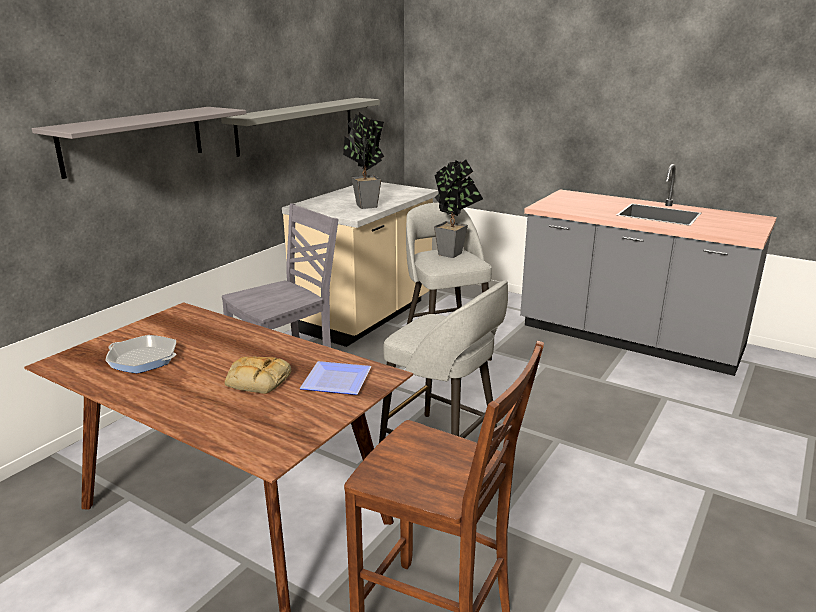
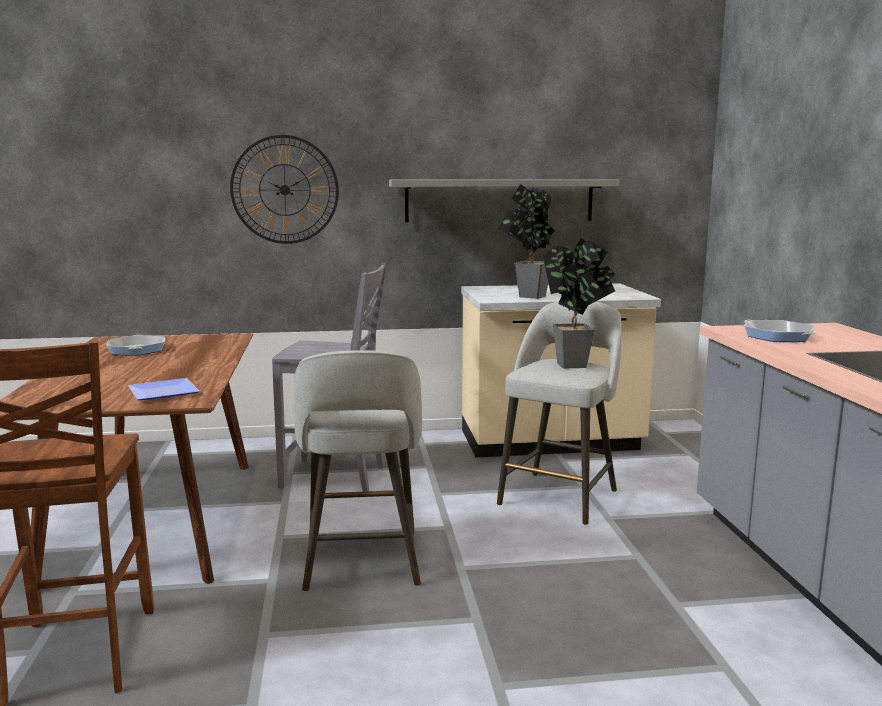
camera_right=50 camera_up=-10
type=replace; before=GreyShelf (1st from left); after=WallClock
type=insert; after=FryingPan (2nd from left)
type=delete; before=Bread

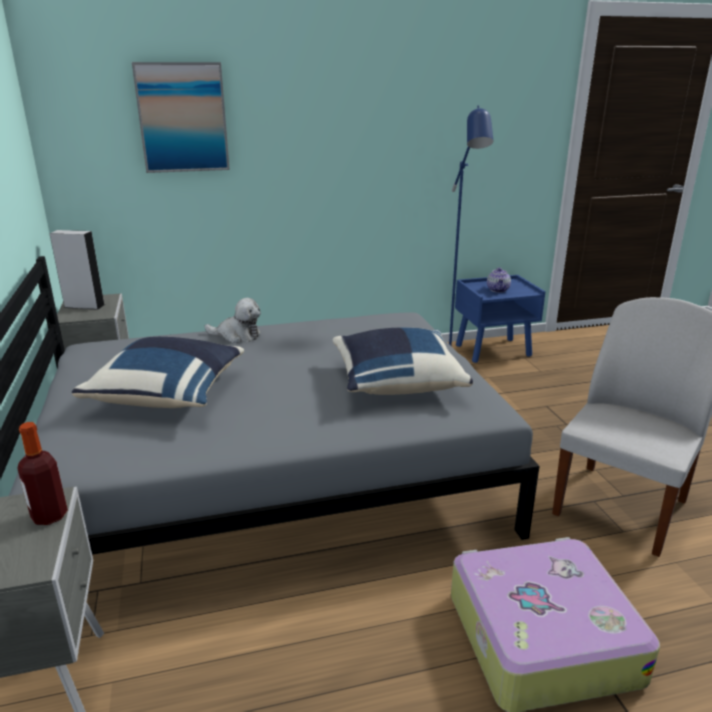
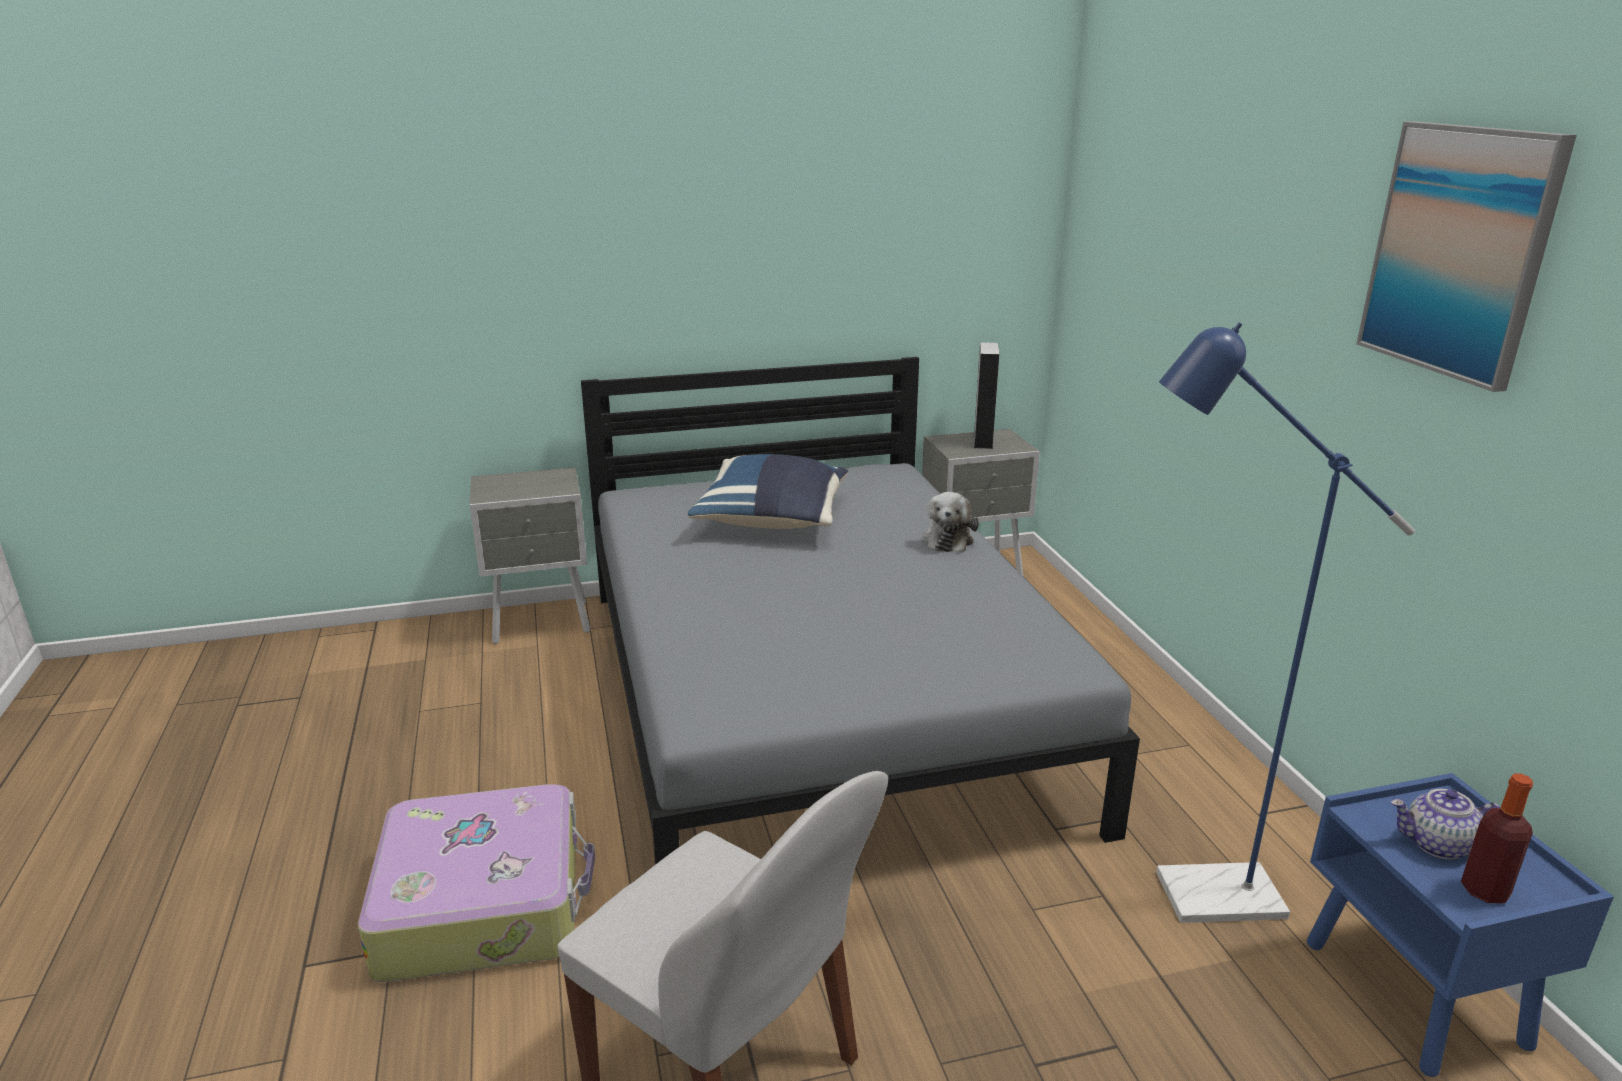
camera_right=90 camera_up=0
type=move; before=Picture
type=move; before=Bottle
type=delete; before=BluePillow (2nd from left)

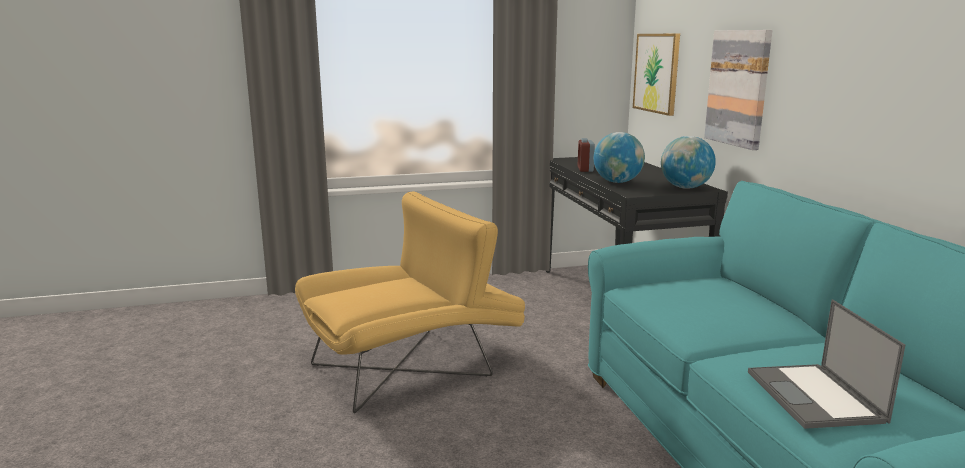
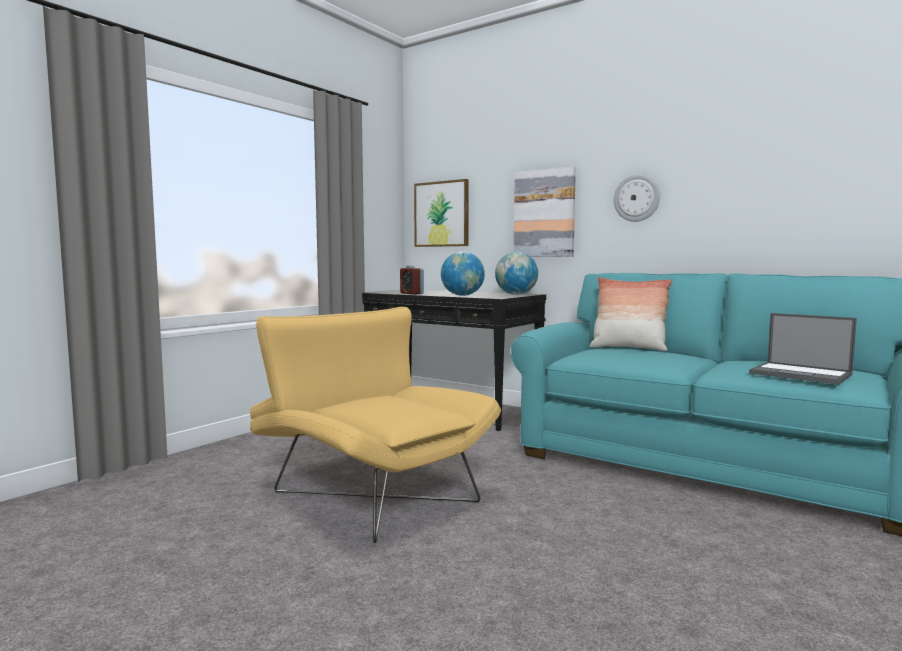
camera_right=-40 camera_up=-10
type=rotate; before=YellowArmchair; turn=-60
type=insert; after=Pillow
type=insert; after=WallClock

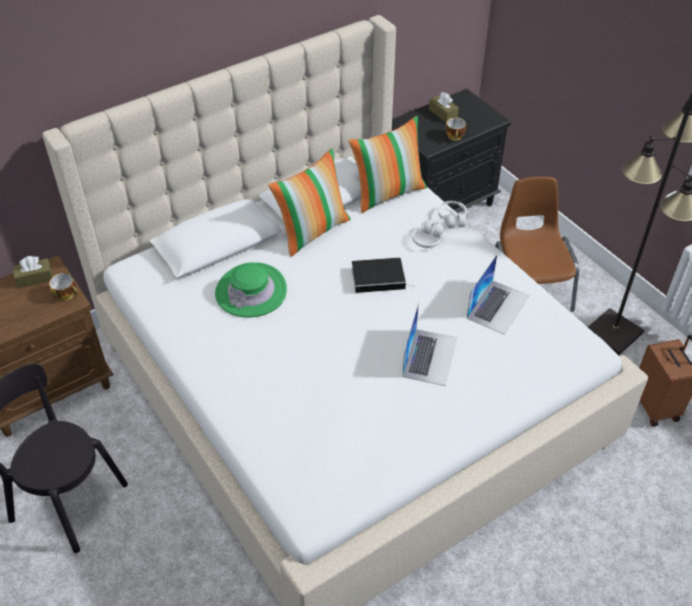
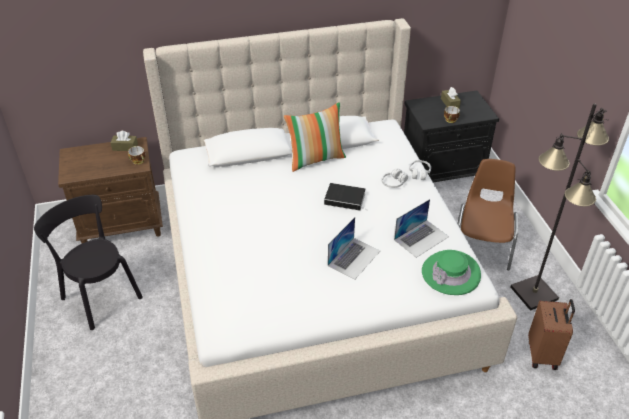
camera_right=20 camera_up=-5
type=move; before=GreenHat
type=delete; before=Pillow (2nd from left)

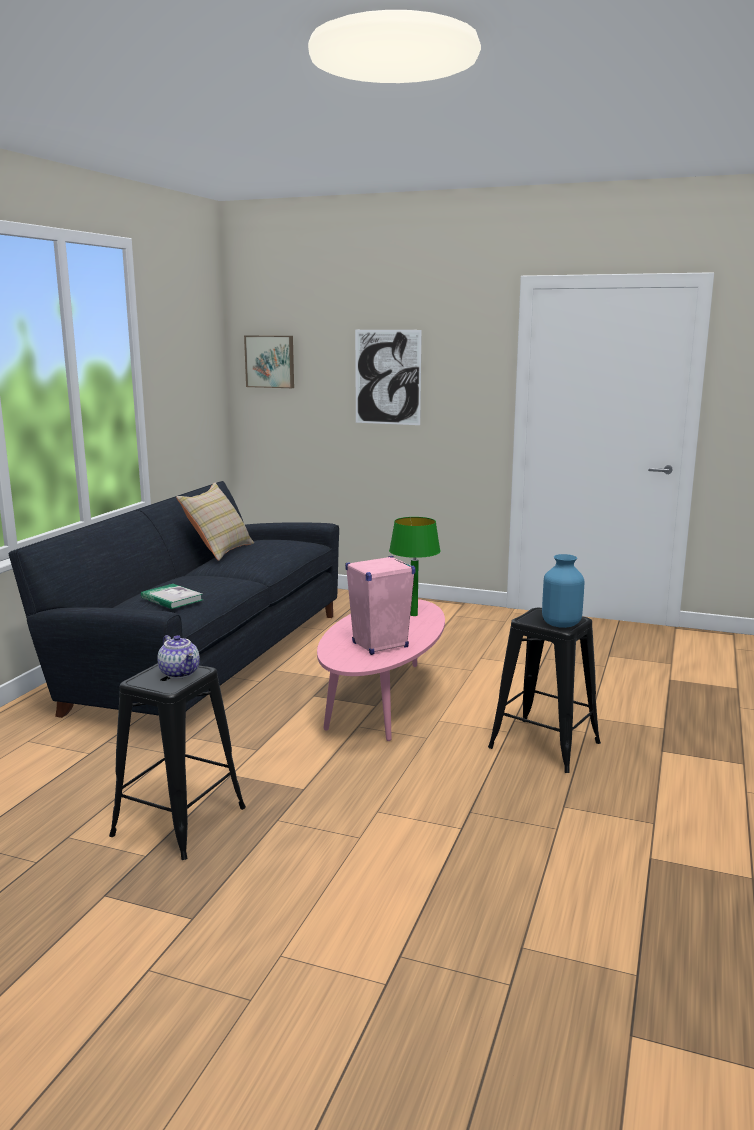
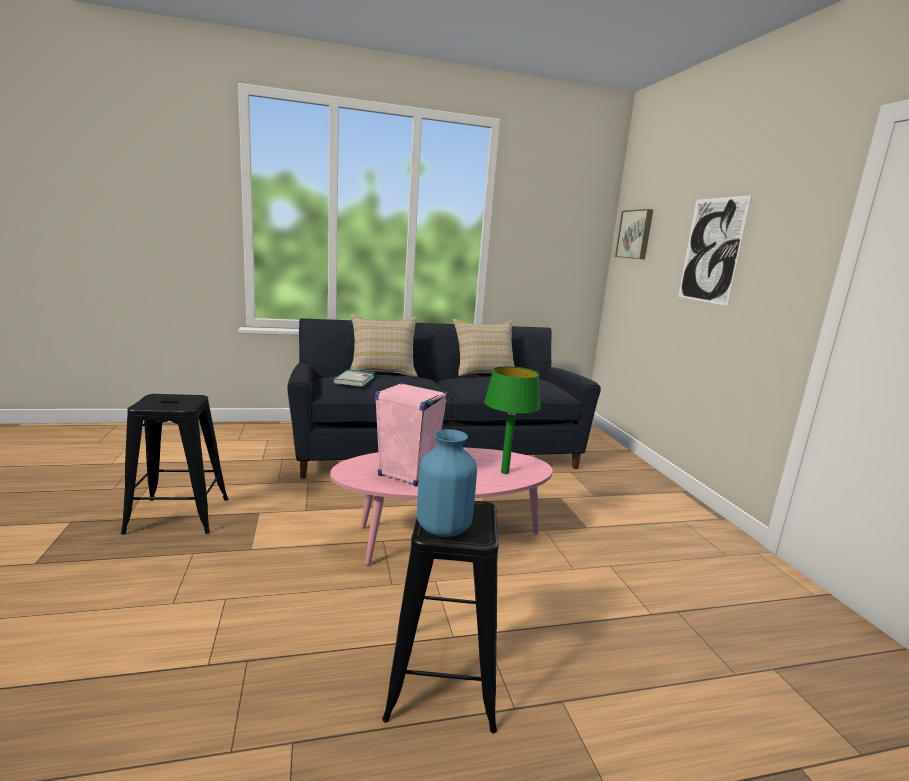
camera_right=55 camera_up=0
type=insert; after=BeigePillow (1st from left)
type=delete; before=Teapot

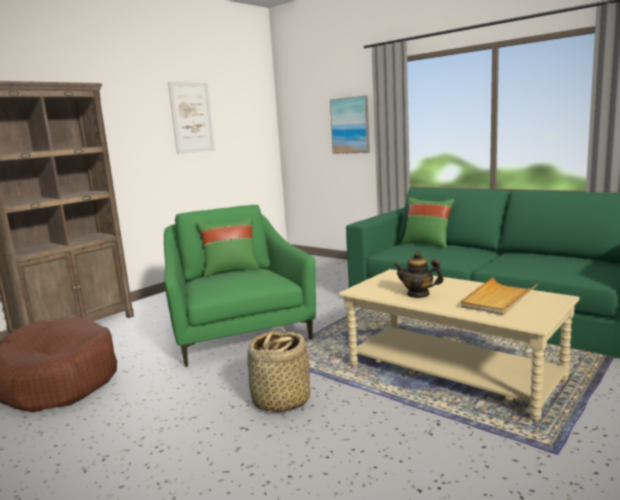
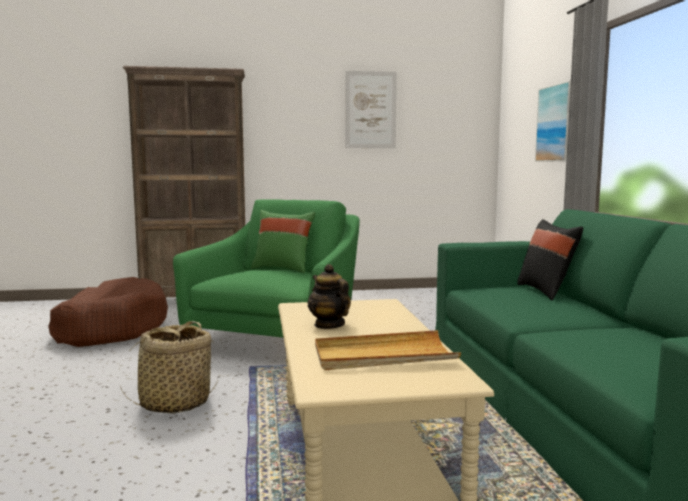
camera_right=40 camera_up=-5
type=recolor; before=GreenPillow (2nd from left); after=BlackPillow

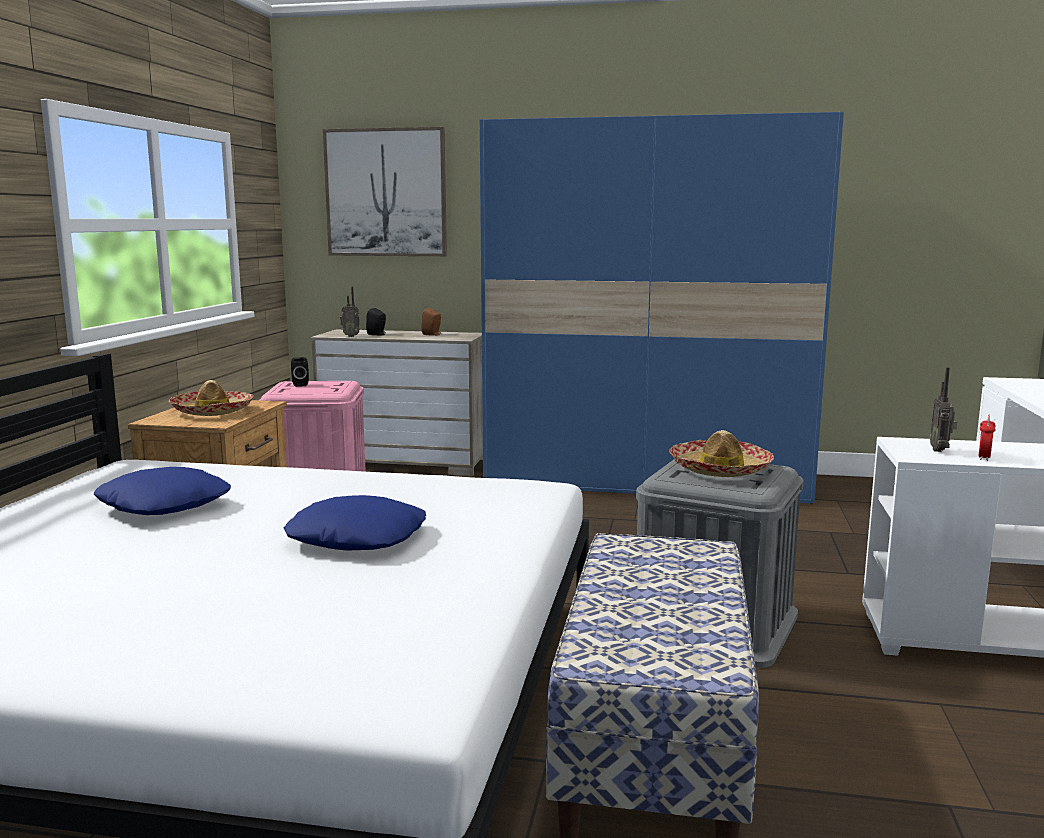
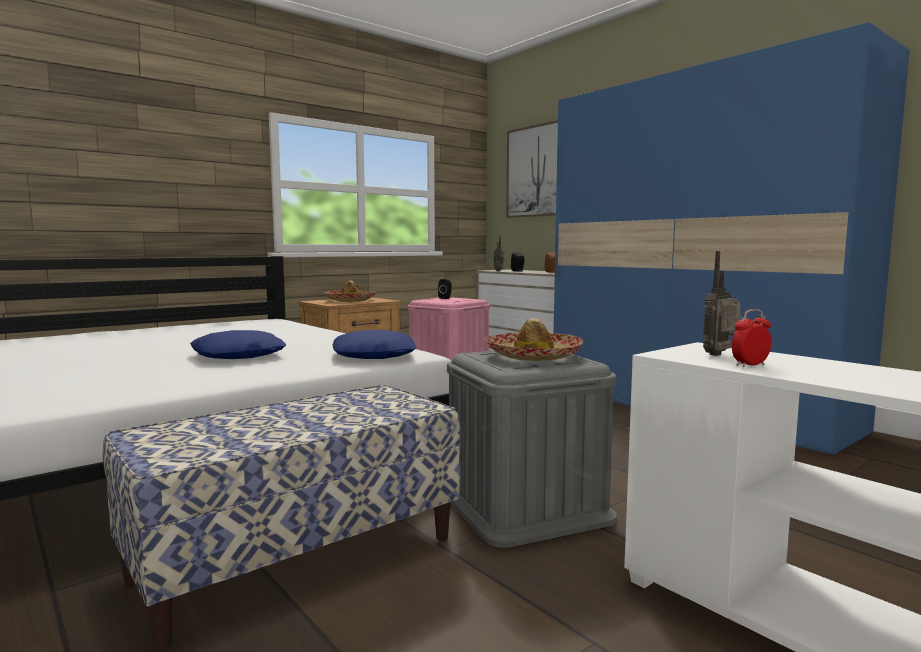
camera_right=40 camera_up=-5
type=move; before=BluePillow (1st from left in the first image); after=BluePillow (2nd from left)

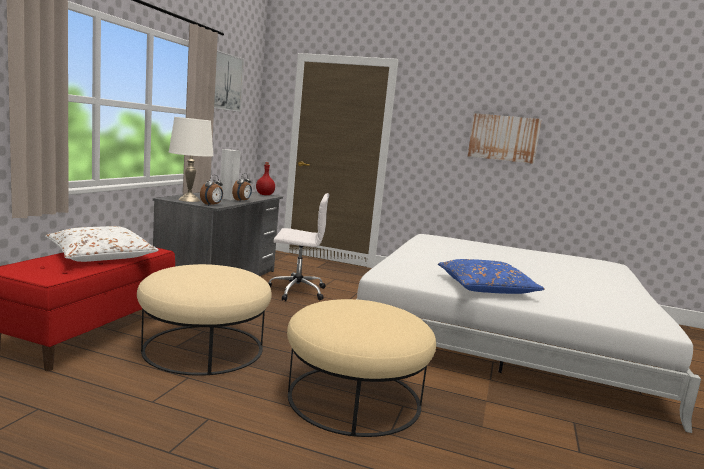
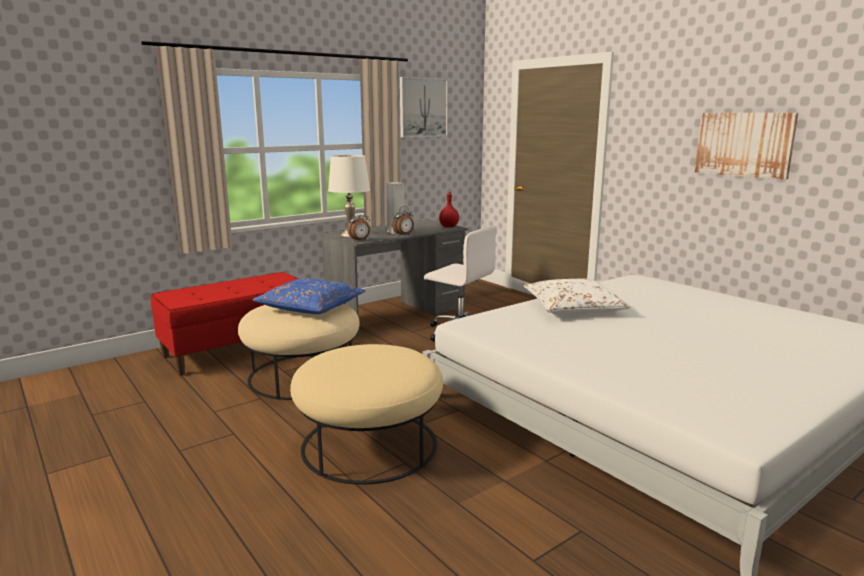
camera_right=35 camera_up=5
type=move; before=BluePillow
type=move; before=WhitePillow

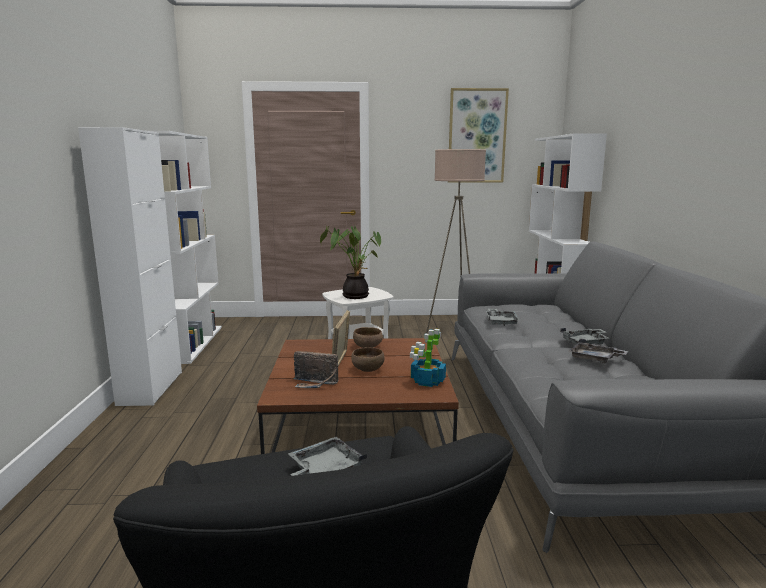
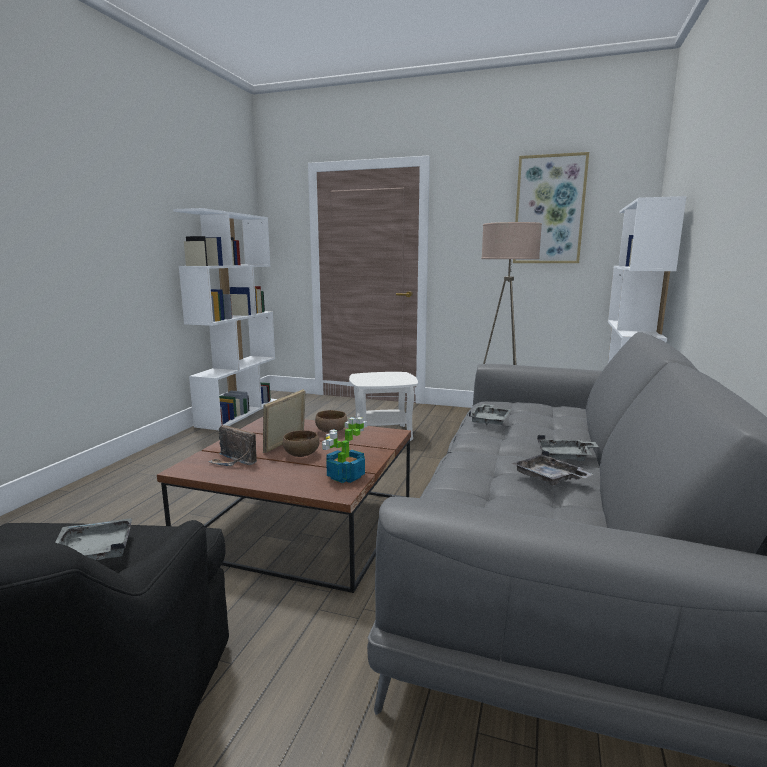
camera_right=20 camera_up=0
type=delete; before=WhiteCabinet
type=delete; before=PottedPlant (1st from left)

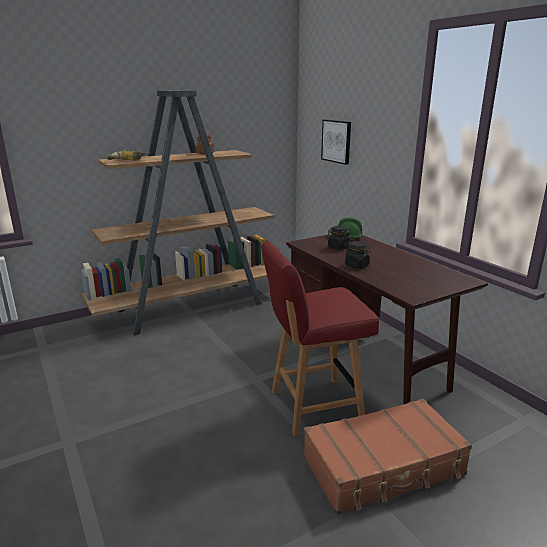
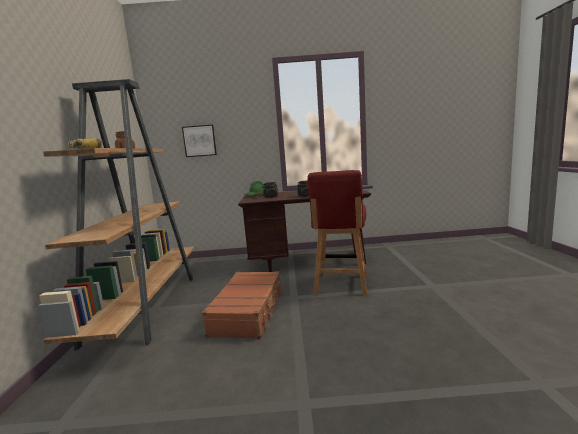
camera_right=-60 camera_up=-10
type=move; before=BrownSuitcase

